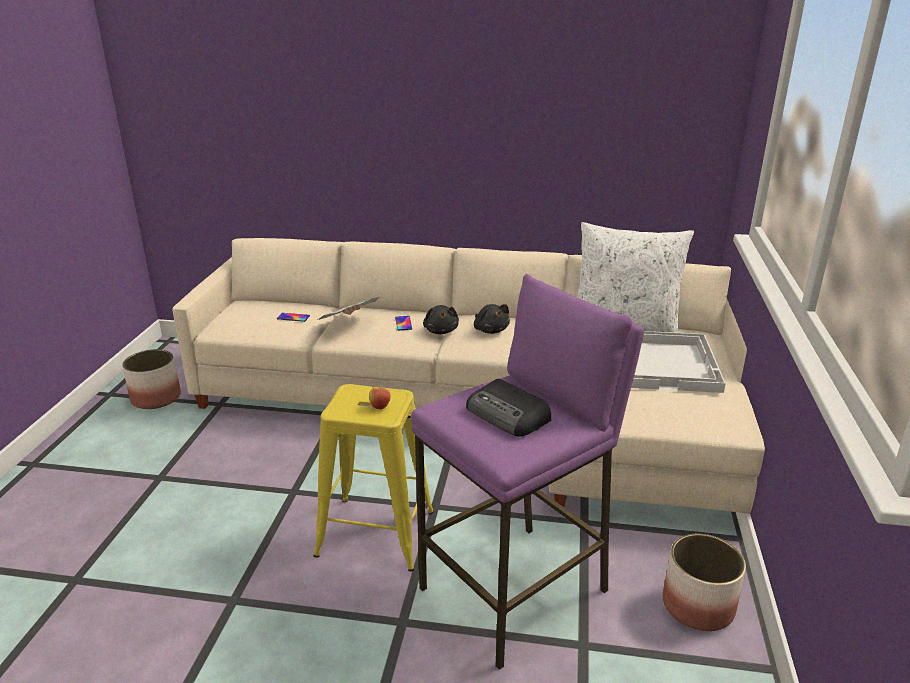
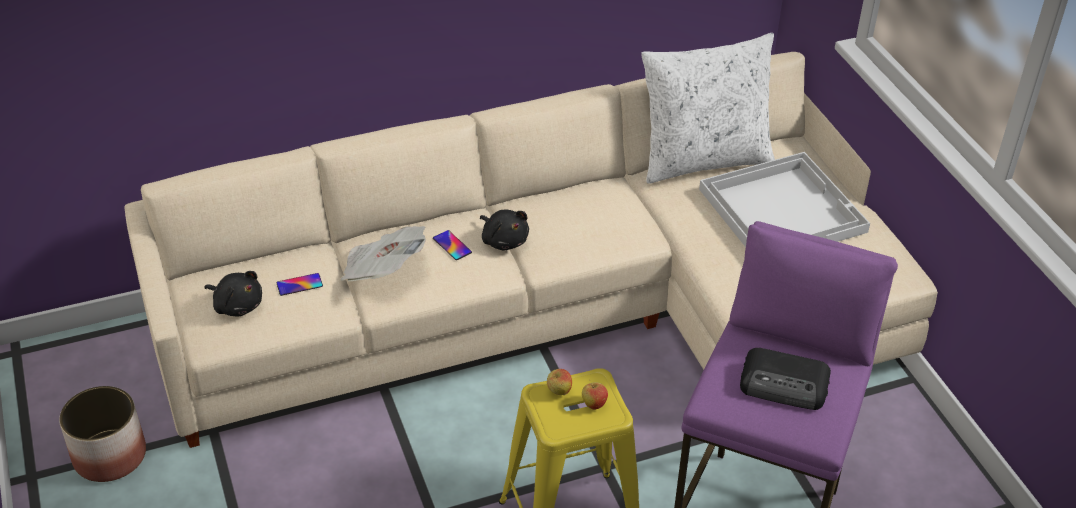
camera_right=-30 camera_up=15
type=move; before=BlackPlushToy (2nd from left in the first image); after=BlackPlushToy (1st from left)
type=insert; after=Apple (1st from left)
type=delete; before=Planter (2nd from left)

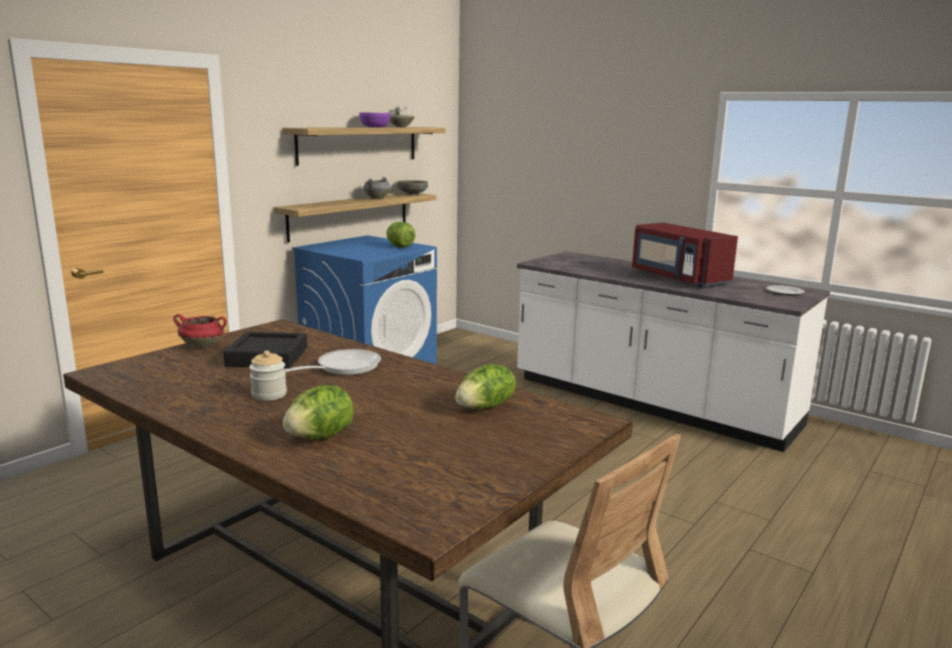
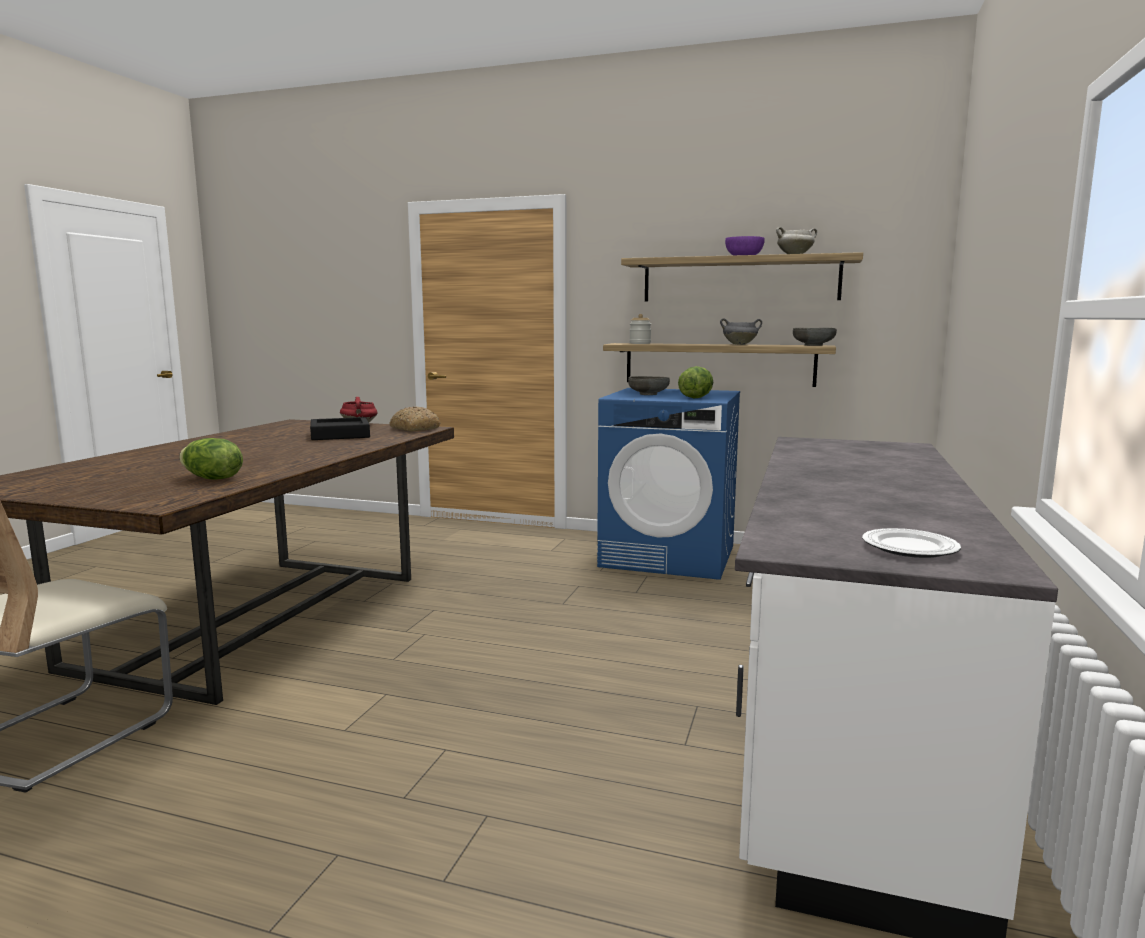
camera_right=70 camera_up=-5
type=insert; after=Bread
type=insert; after=GreyBowl (1st from left)
type=move; before=Jar
type=delete; before=Lettuce (1st from left)
type=delete; before=FryingPan
type=delete; before=RedMicrowave

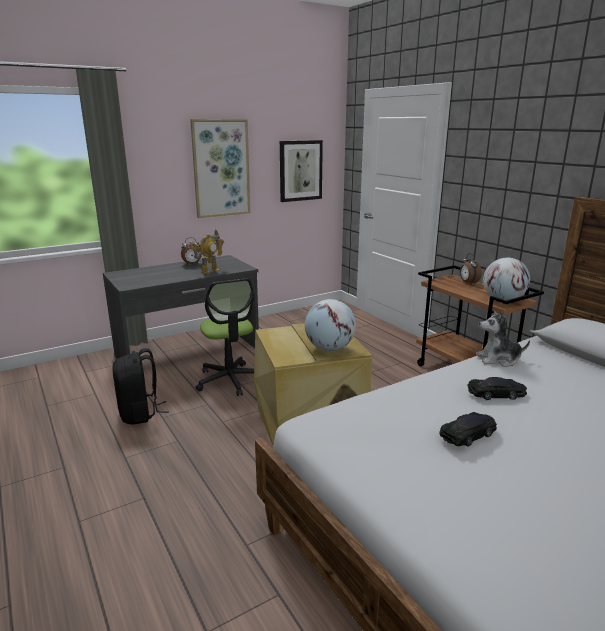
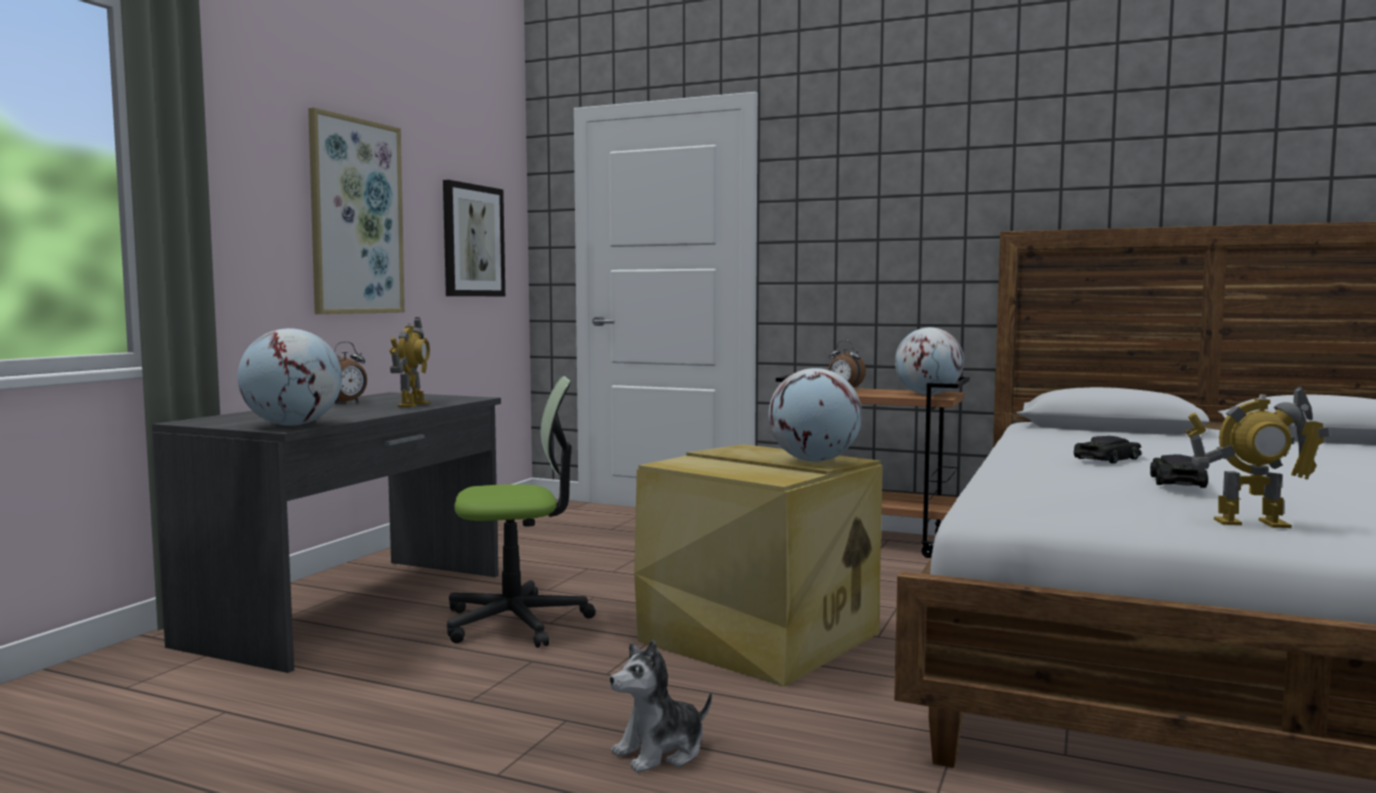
camera_right=-35 camera_up=-15
type=insert; after=Globe (1st from left)
type=rotate; before=OfficeChair; turn=-45
type=move; before=PlushToy
type=insert; after=ToyRobot (2nd from left)
type=delete; before=BlackBackpack

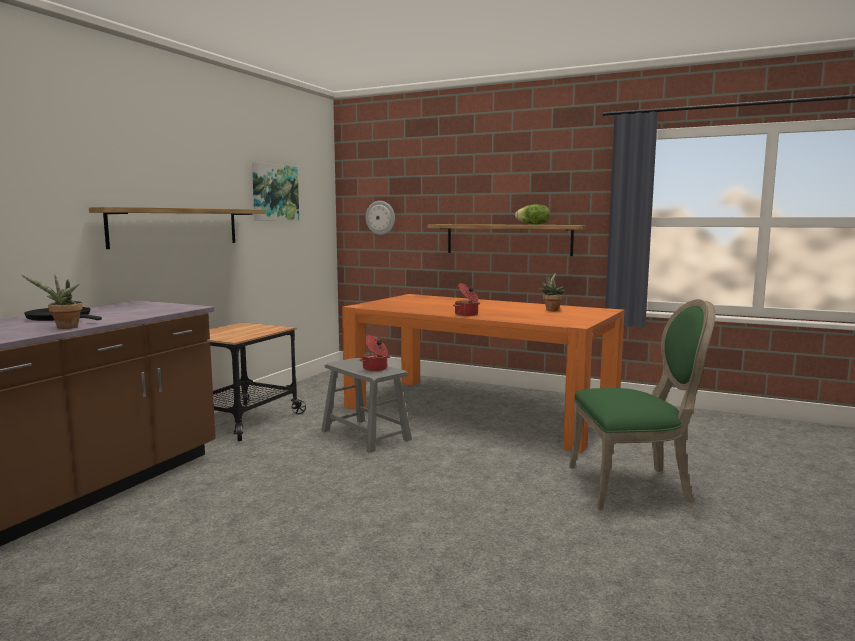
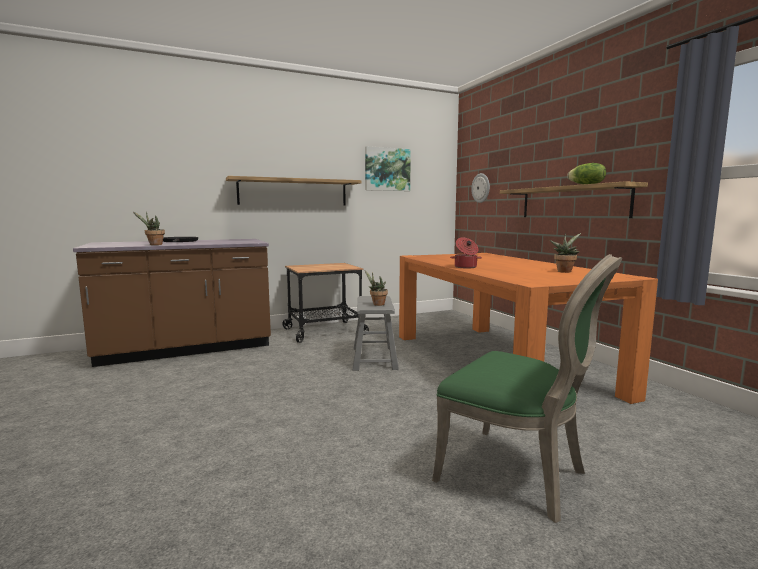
camera_right=40 camera_up=0
type=replace; before=CookingPot (1st from left); after=PottedPlant (2nd from left)

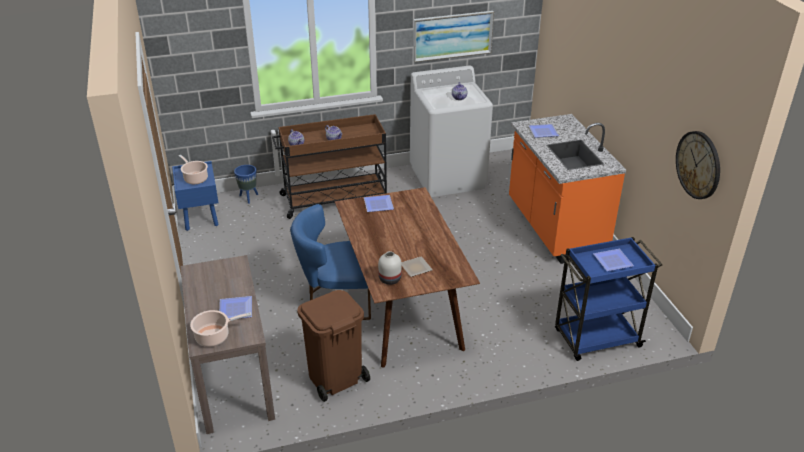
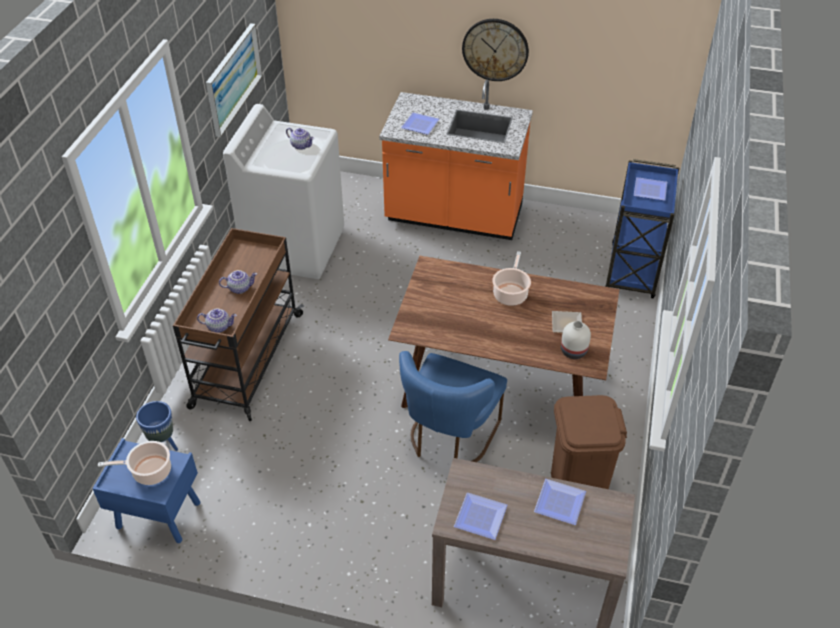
camera_right=-60 camera_up=10
type=move; before=Plate (2nd from left)
type=move; before=WallClock
type=move; before=CookingPot (2nd from left)

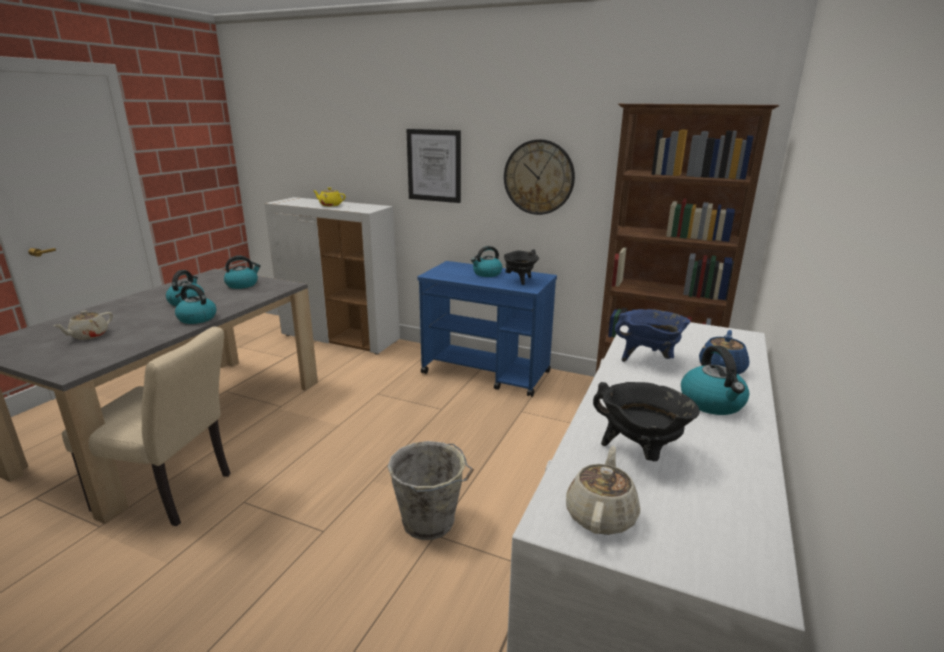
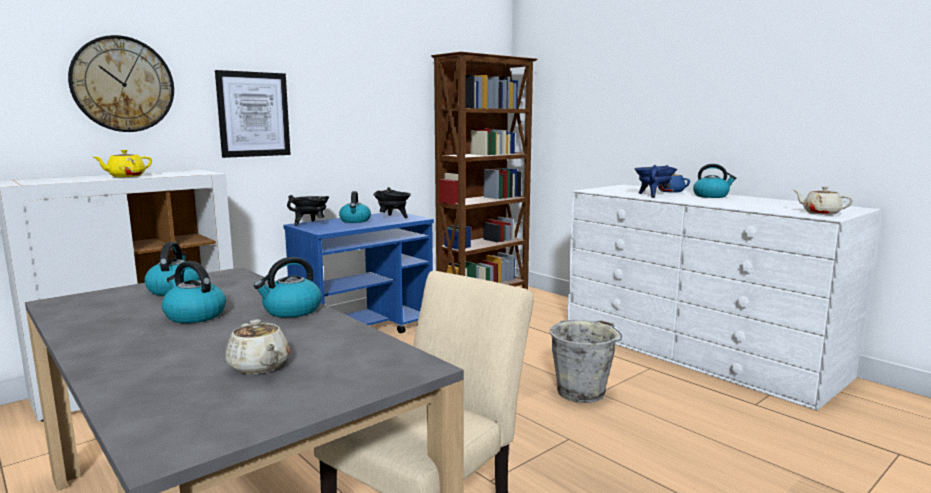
camera_right=-65 camera_up=-10
type=move; before=WallClock
type=move; before=BlackCookingPot (2nd from left in the first image); after=BlackCookingPot (1st from left)

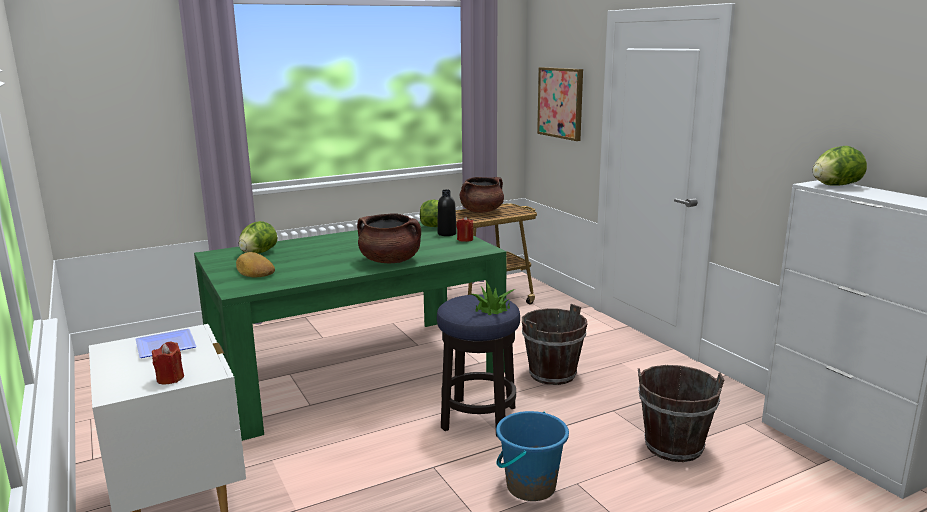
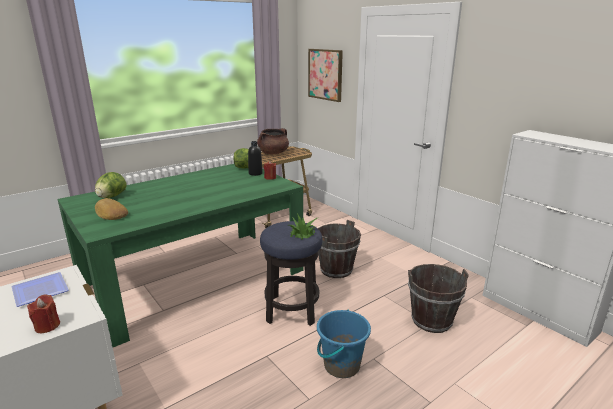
camera_right=-10 camera_up=5
type=delete; before=BrownCookingPot (1st from left)
type=delete; before=Lettuce (3rd from left)

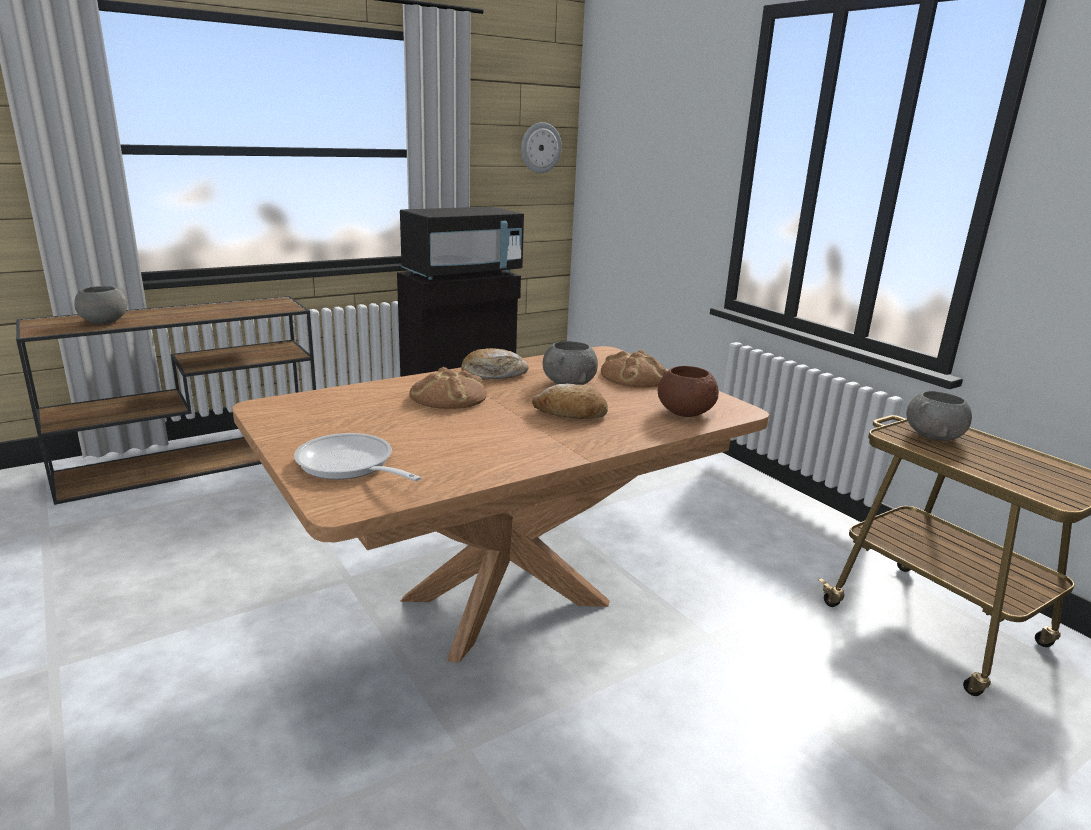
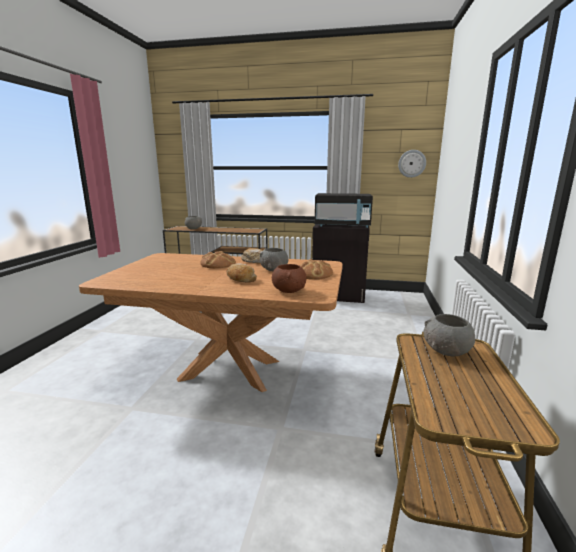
camera_right=45 camera_up=-5
type=delete; before=FryingPan

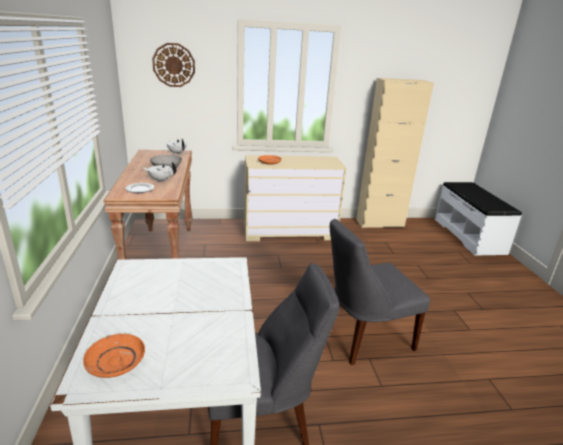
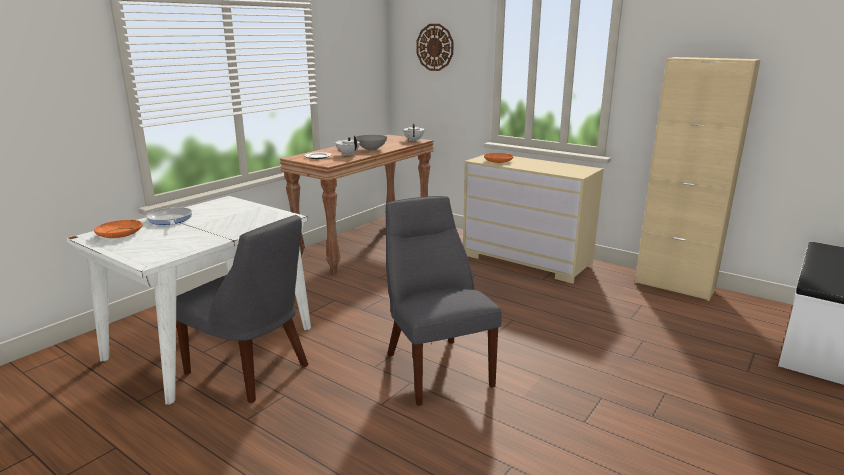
camera_right=45 camera_up=-5
type=insert; after=FryingPan
type=rotate; before=GreyChair (2nd from left); turn=45

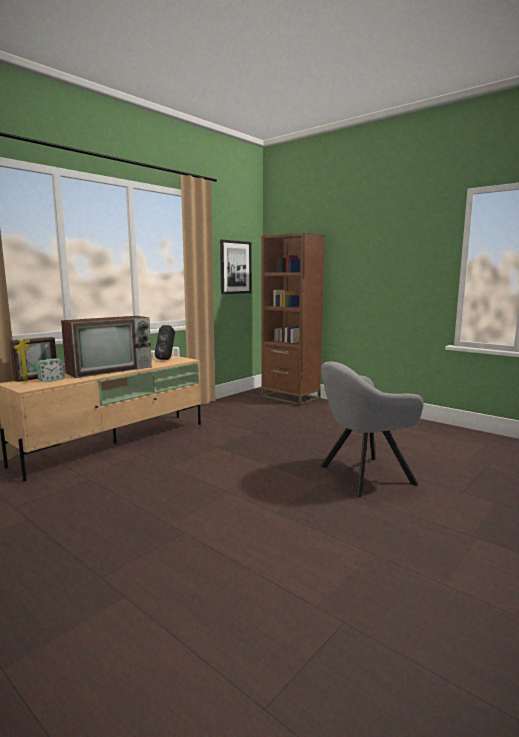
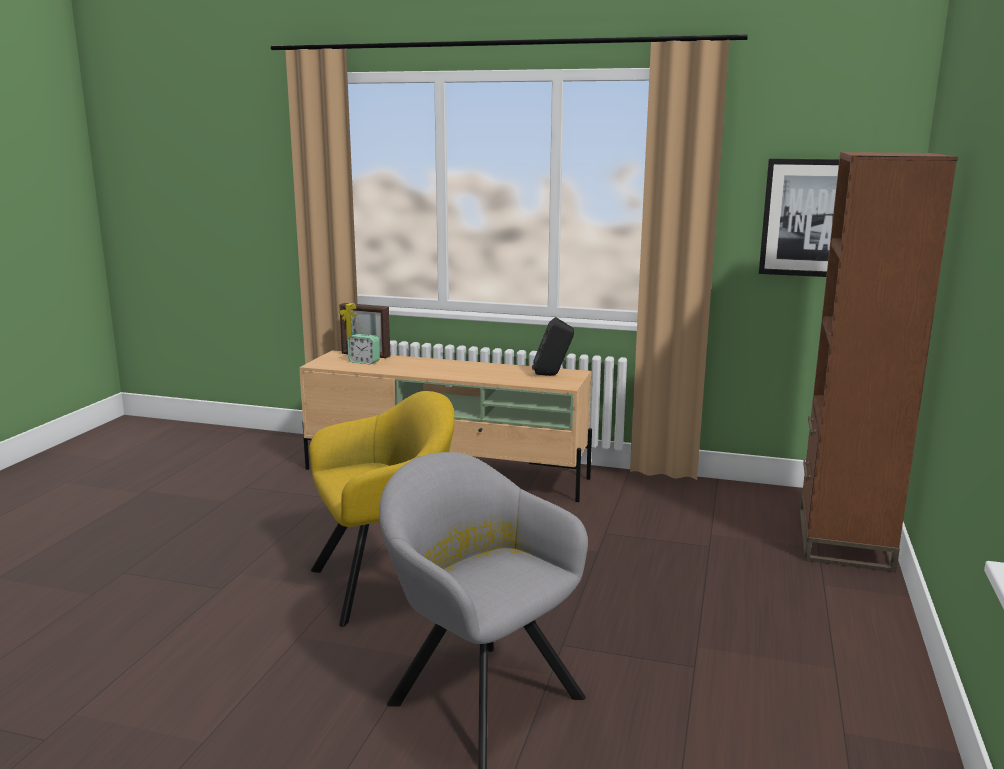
camera_right=65 camera_up=5
type=insert; after=YellowArmchair
type=delete; before=Television

